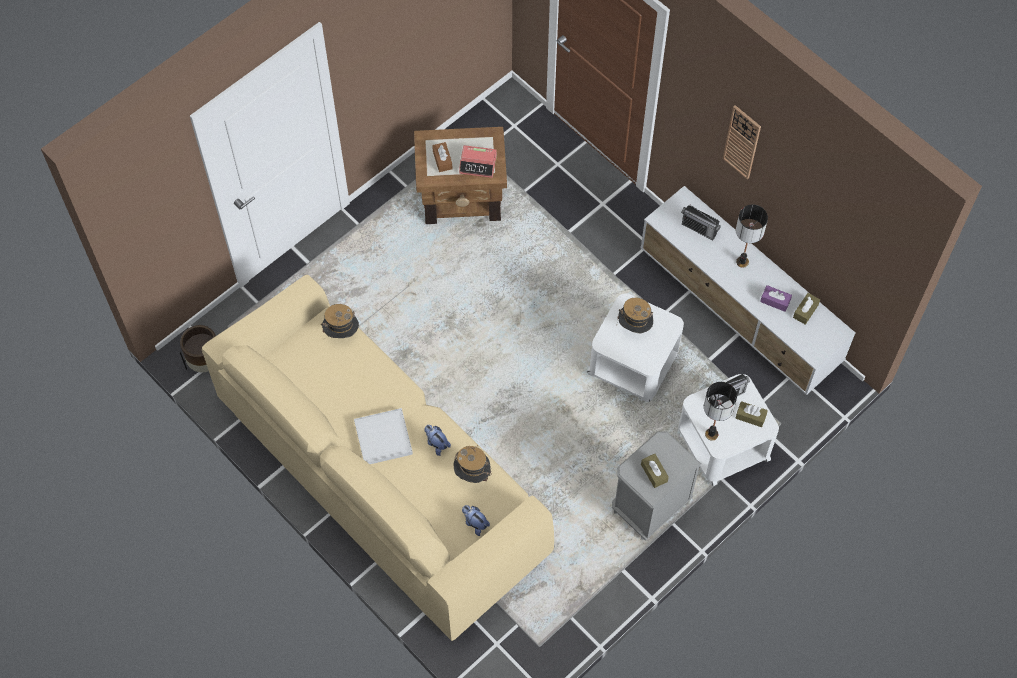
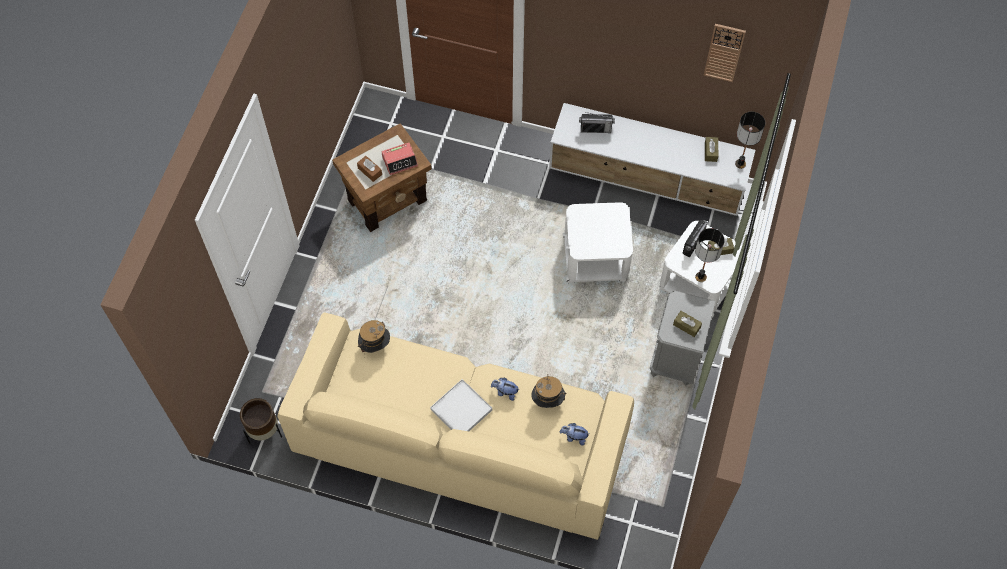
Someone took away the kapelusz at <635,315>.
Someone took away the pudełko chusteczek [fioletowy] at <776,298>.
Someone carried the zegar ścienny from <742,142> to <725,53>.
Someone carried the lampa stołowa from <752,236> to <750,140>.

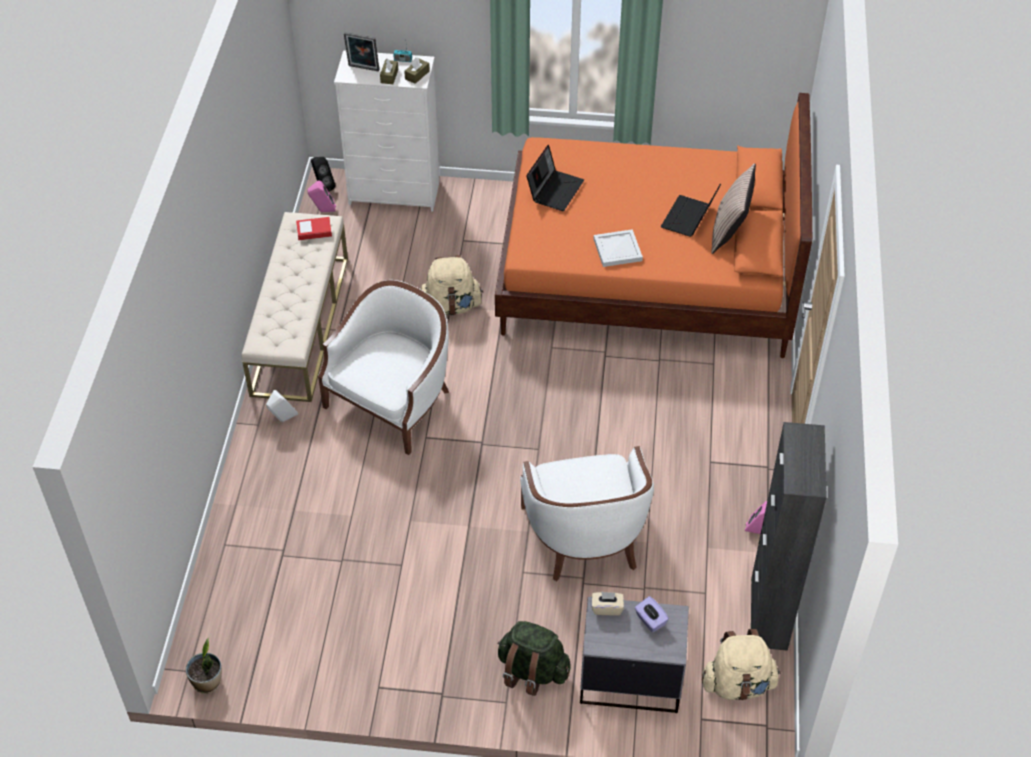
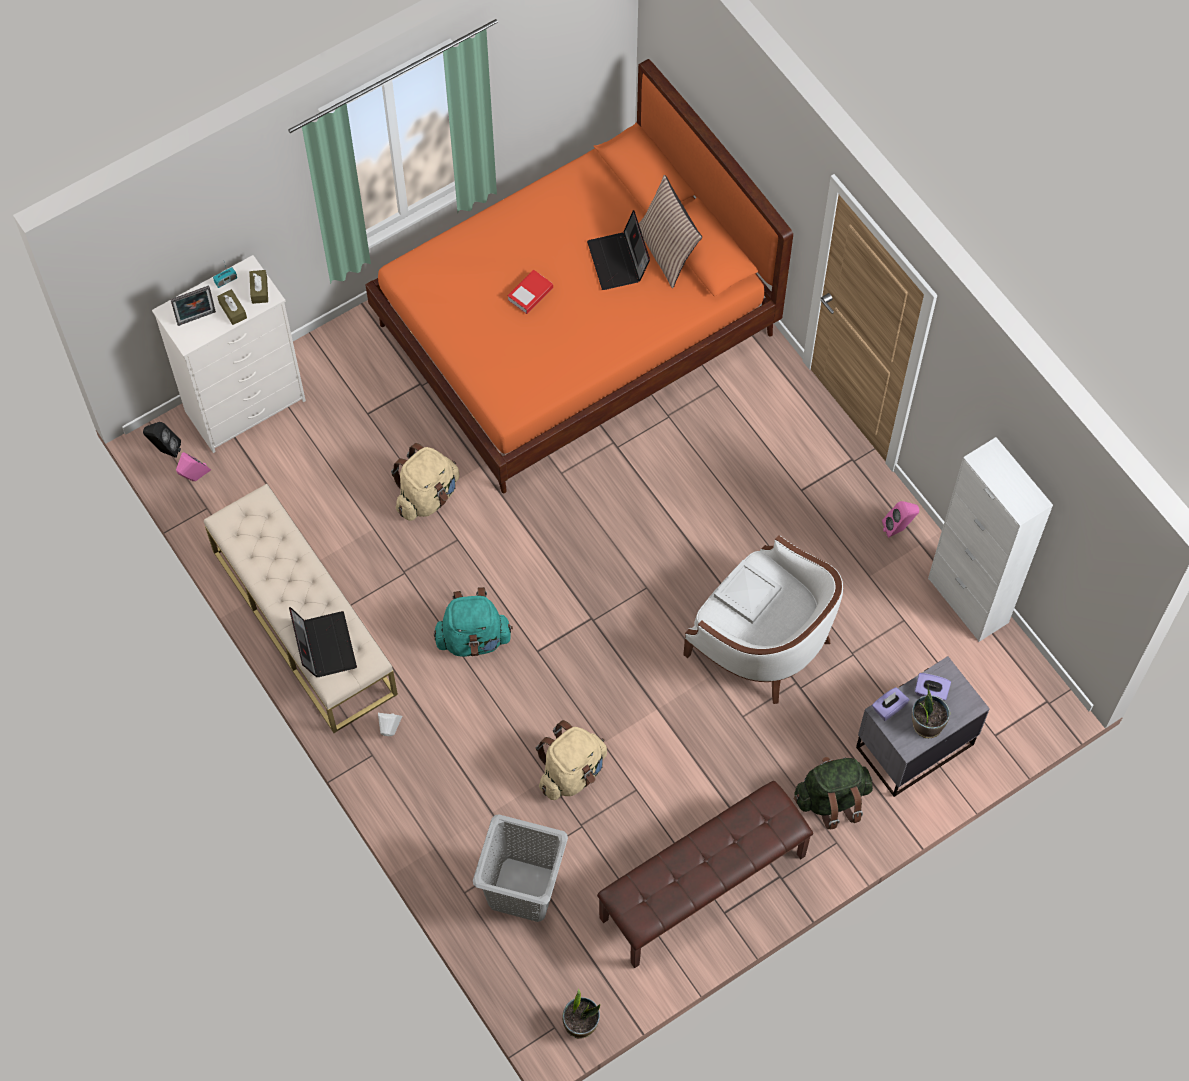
Someone put down the kosz na pranie [szary] at <520,868>.
Someone put down the ławka [brązowy] at <705,874>.
Someone put down the roślina doniczkowa at <931,711>.
Someone carried the książka from <314,228> to <530,292>.
Someone carried the laptop from <555,178> to <323,642>.
Someone carried the taca [biały] from <618,248> to <748,592>.
Someone carried the plecak [beżowy] from <741,664> to <571,760>.
Someone swapped the fotel [biały] at <383,367> for the plecak [turkusowy] at <473,622>.
Someone repainted the pudełko chusteczek [beżowy] at <608,603>, which became the pudełko chusteczek [fioletowy] at <890,704>.
Someone repainted the szafka [czarny] at <789,536>, which became the szafka [biały] at <990,539>.

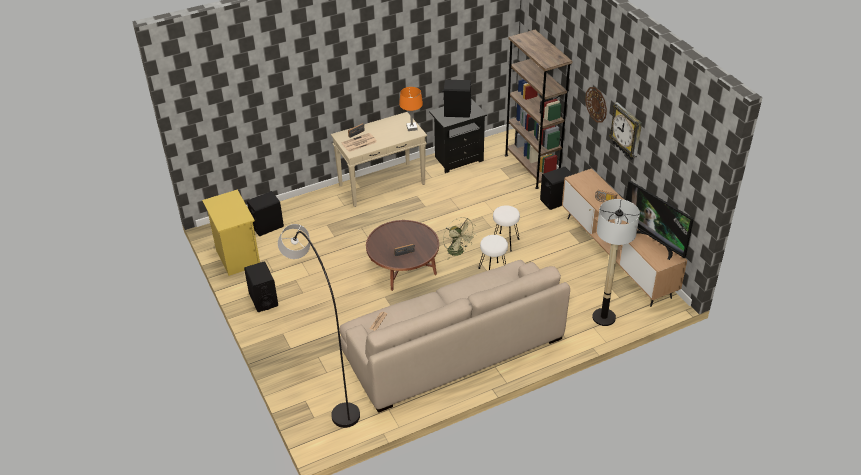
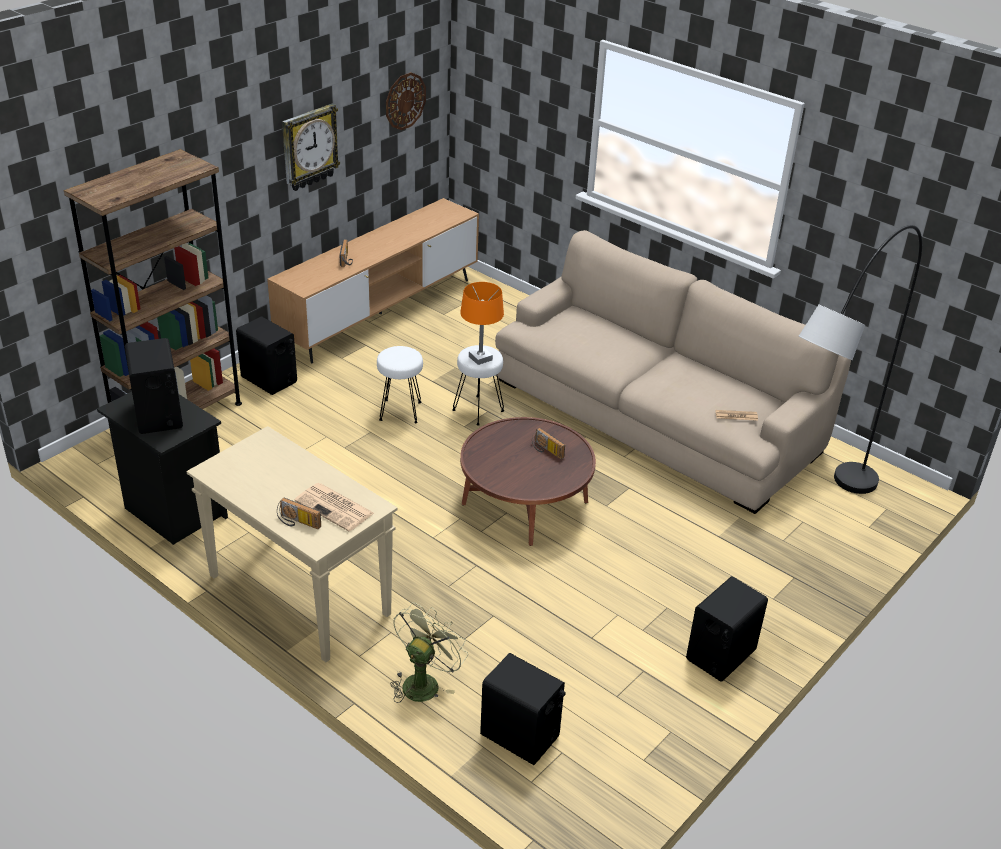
Someone took away the szafka nocna [żółty] at <231,233>.
Someone took away the lampa stojąca at <616,262>.
Someone took away the telewizor at <660,220>.
Someone carried the lampa stołowa [pomarańczowy] from <411,109> to <482,323>.
Someone carried the wentylator [zielony] from <459,238> to <429,653>.
Someone carried the zegar ścienny from <596,105> to <406,101>.

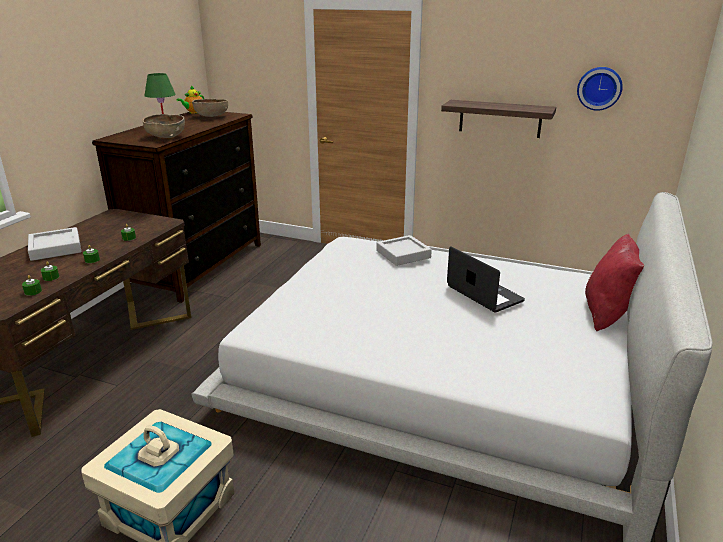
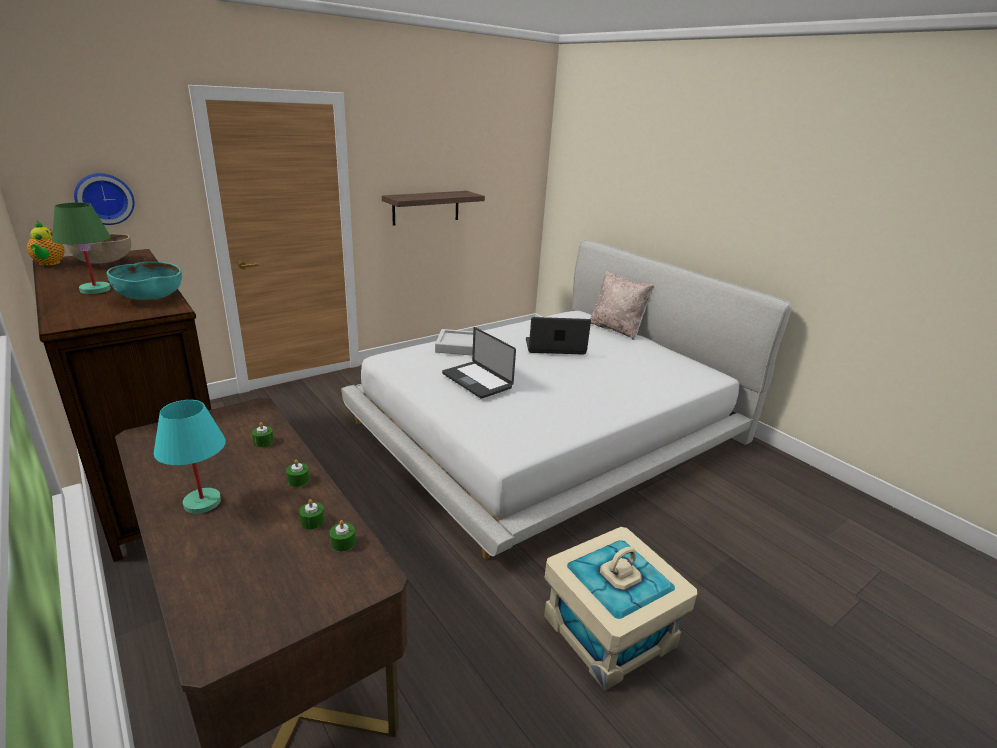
Someone put down the laptop at <479,362>.
Someone carried the zegar ścienny from <600,89> to <104,199>.
Someone swapped the taca [szary] at <54,244> for the lampa stołowa [turkusowy] at <190,457>.
Someone repainted the miska [brązowy] at <164,126>, which became the miska [turkusowy] at <144,281>.
Someone repainted the poduszka [czerwony] at <614,282>, which became the poduszka [beżowy] at <622,305>.

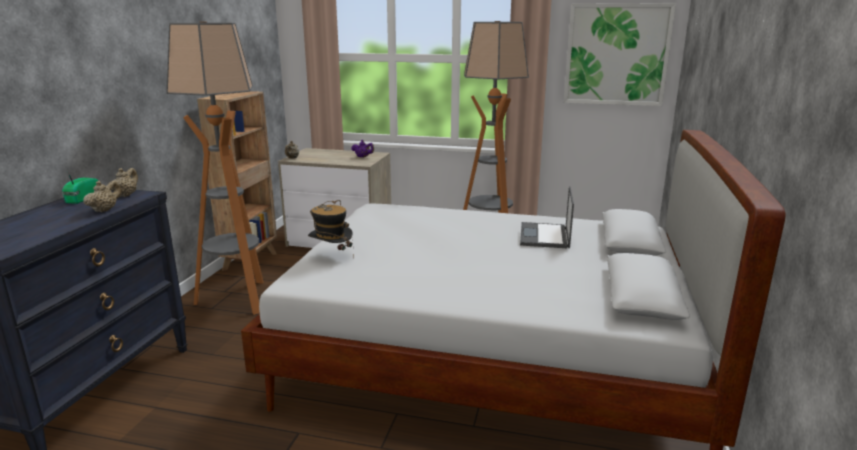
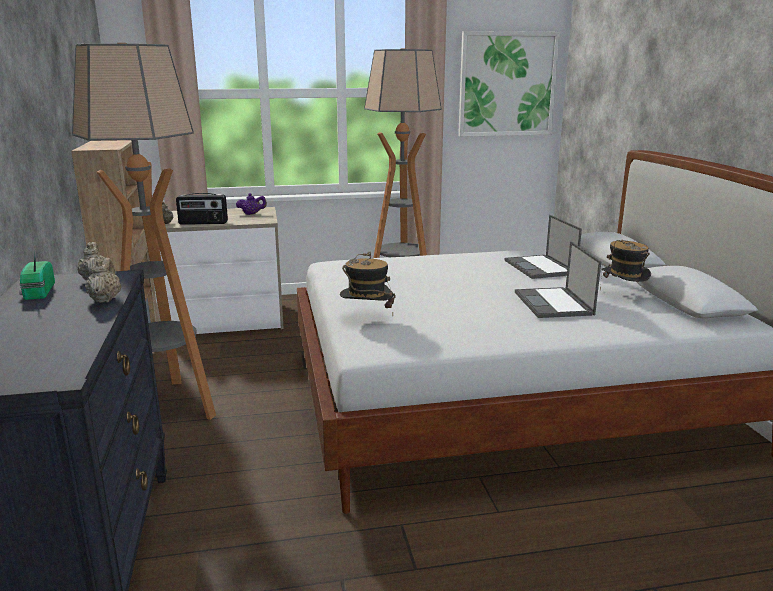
Someone put down the radio at <202,209>.
Someone put down the laptop at <558,279>.
Someone put down the kapelusz at <625,265>.

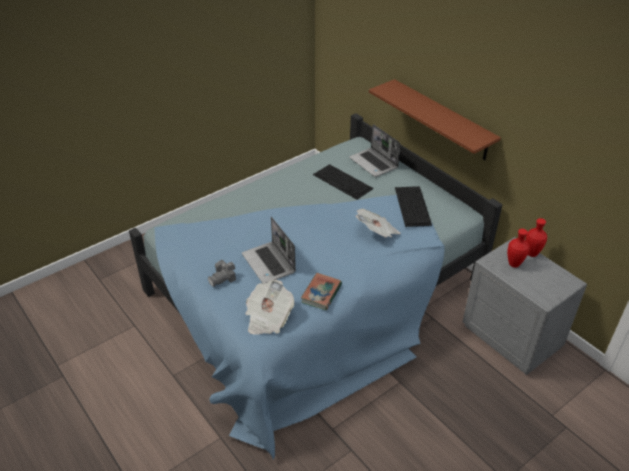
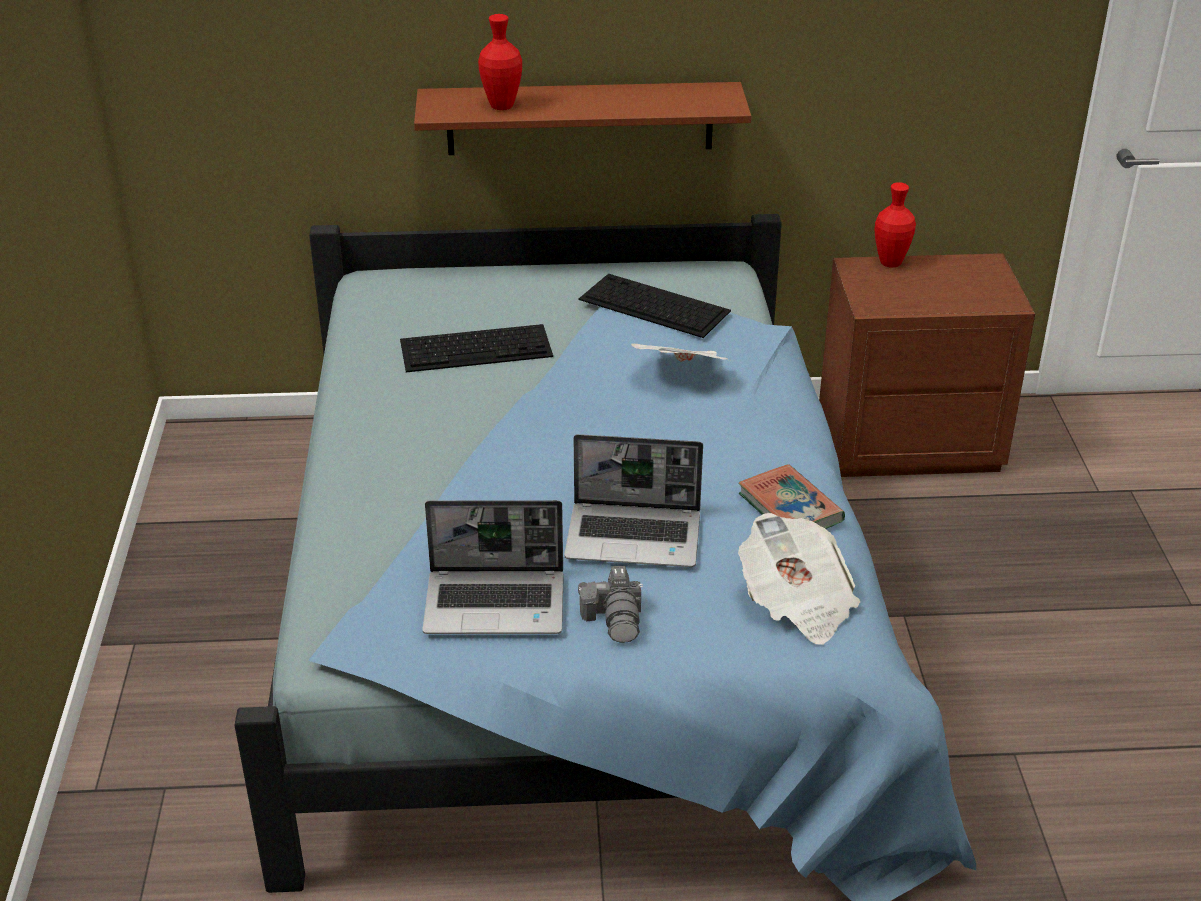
Someone carried the laptop from <374,150> to <493,567>.
Someone carried the wazon [czerwony] from <518,248> to <500,62>.
Someone repainted the szafka nocna [szary] at <524,306>, which became the szafka nocna [brązowy] at <927,365>.

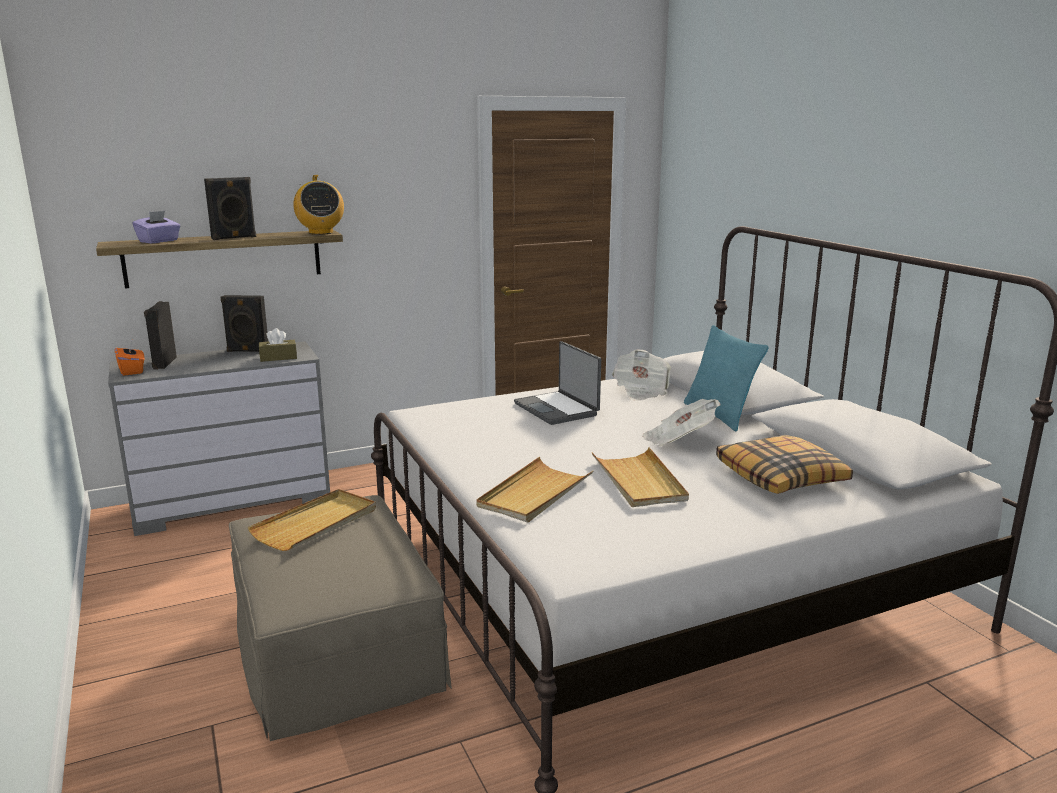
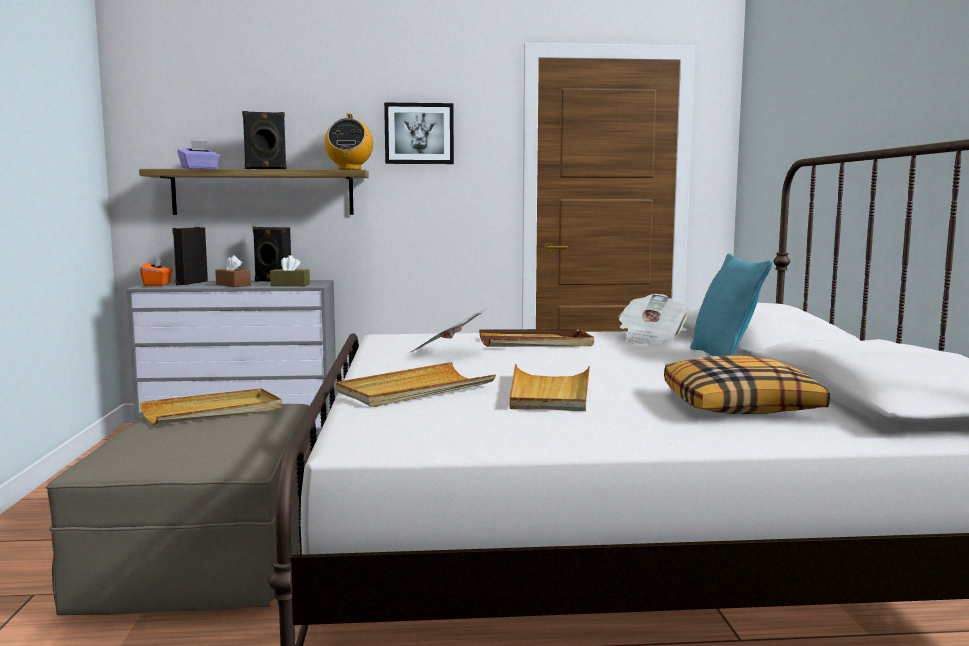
Someone put down the pudełko chusteczek [brązowy] at <233,271>.
Someone put up the obraz at <419,133>.
Someone carried the gazeta from <681,422> to <448,330>.
Someone swapped the laptop at <557,383> for the taca [brązowy] at <536,338>.

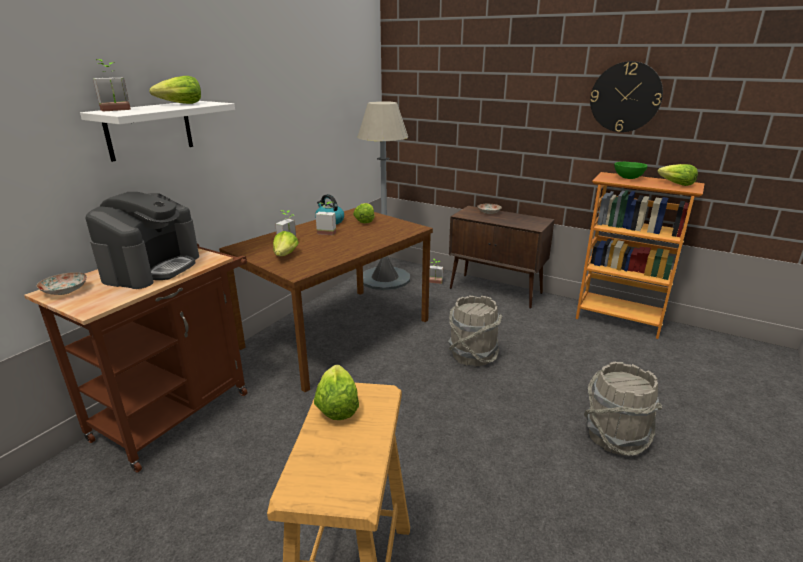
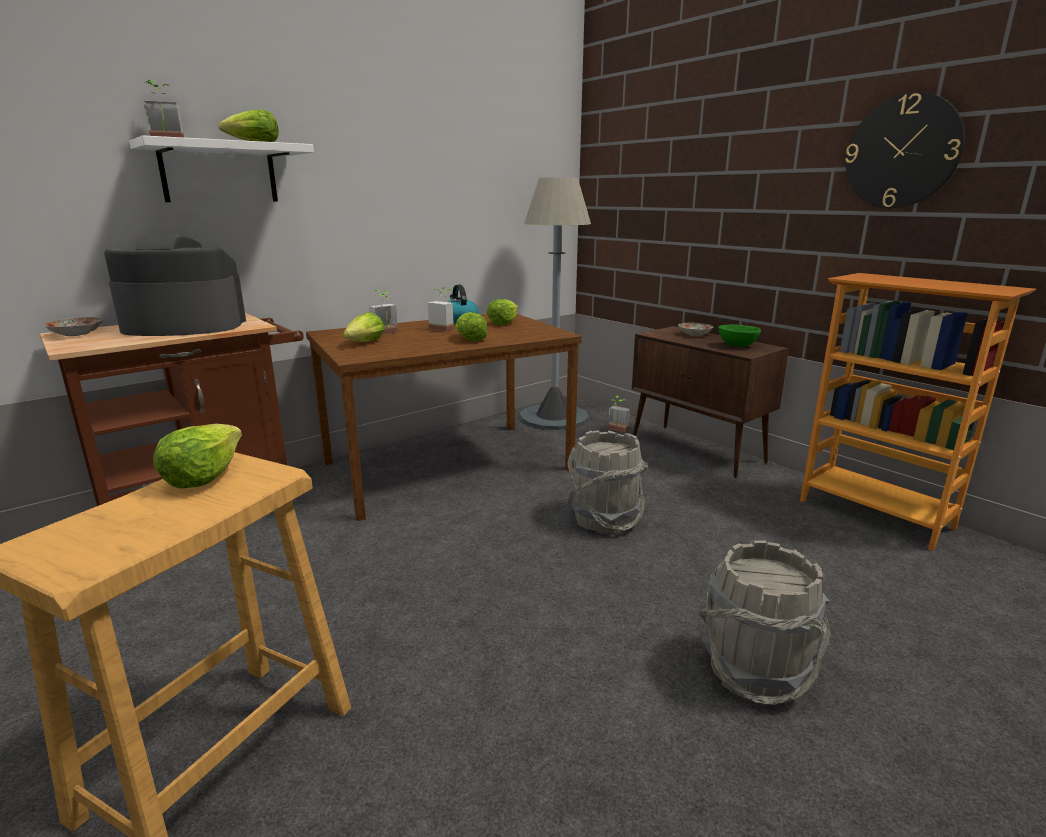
Someone carried the miska [zielony] from <630,170> to <739,336>.
Someone carried the sałata from <677,175> to <472,327>.
Someone rotated the ekspres do kawy at <142,240> by 135 degrees counterclockwise.

